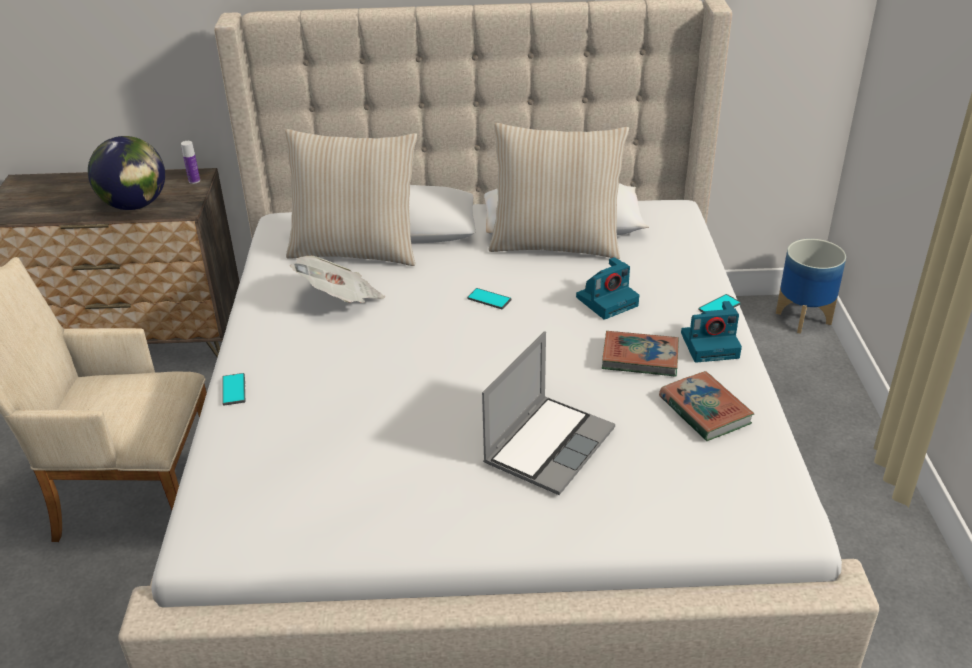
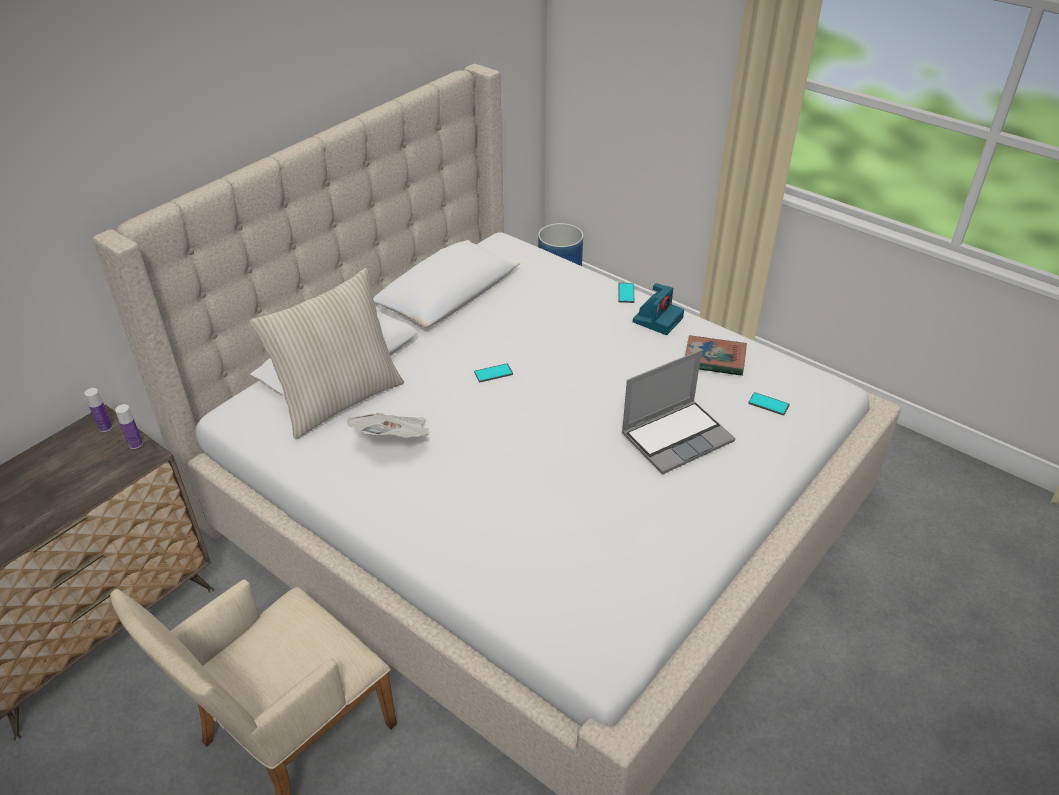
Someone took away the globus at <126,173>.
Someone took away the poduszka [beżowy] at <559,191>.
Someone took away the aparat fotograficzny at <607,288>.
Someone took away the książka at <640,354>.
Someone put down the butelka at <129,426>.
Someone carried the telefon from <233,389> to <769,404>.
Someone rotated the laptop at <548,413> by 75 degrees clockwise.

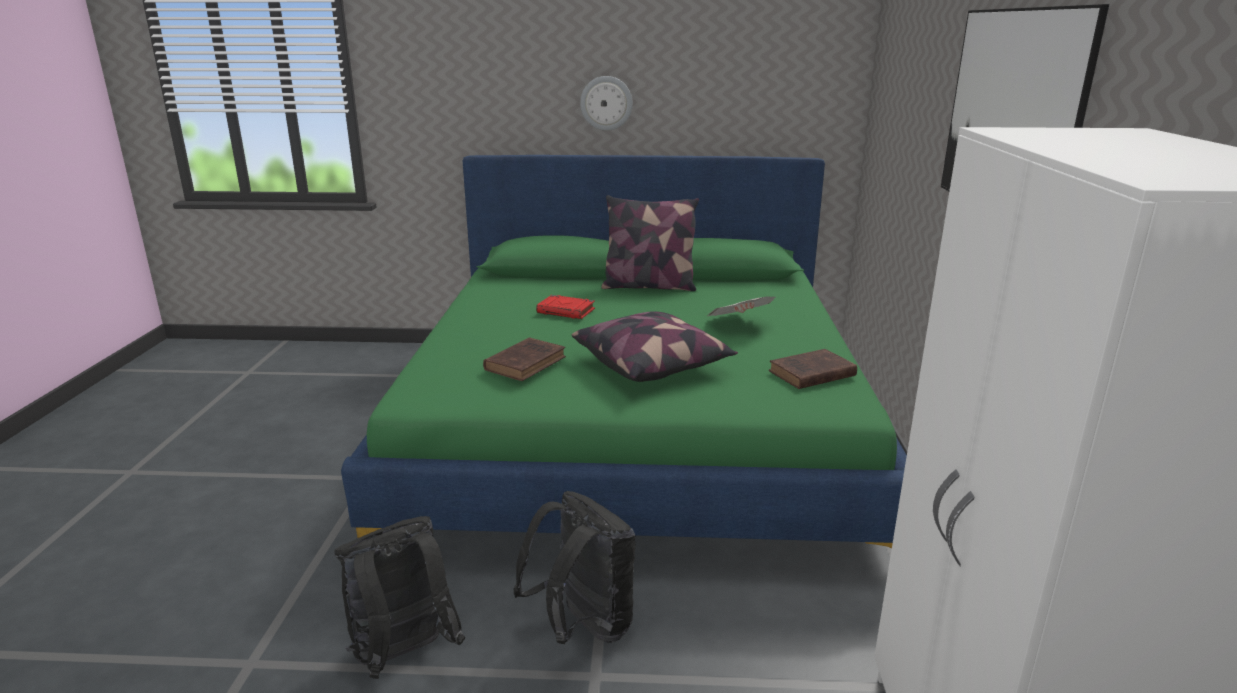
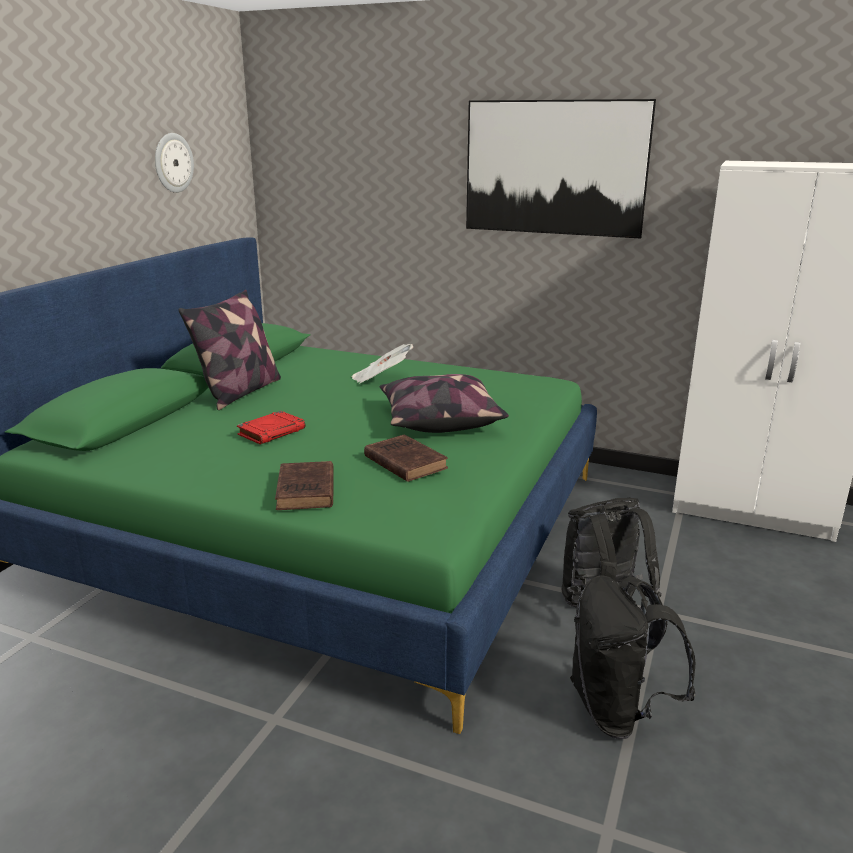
Someone carried the zegar ścienny from <606,103> to <174,163>.
Someone carried the książka [brązowy] from <813,369> to <304,485>.

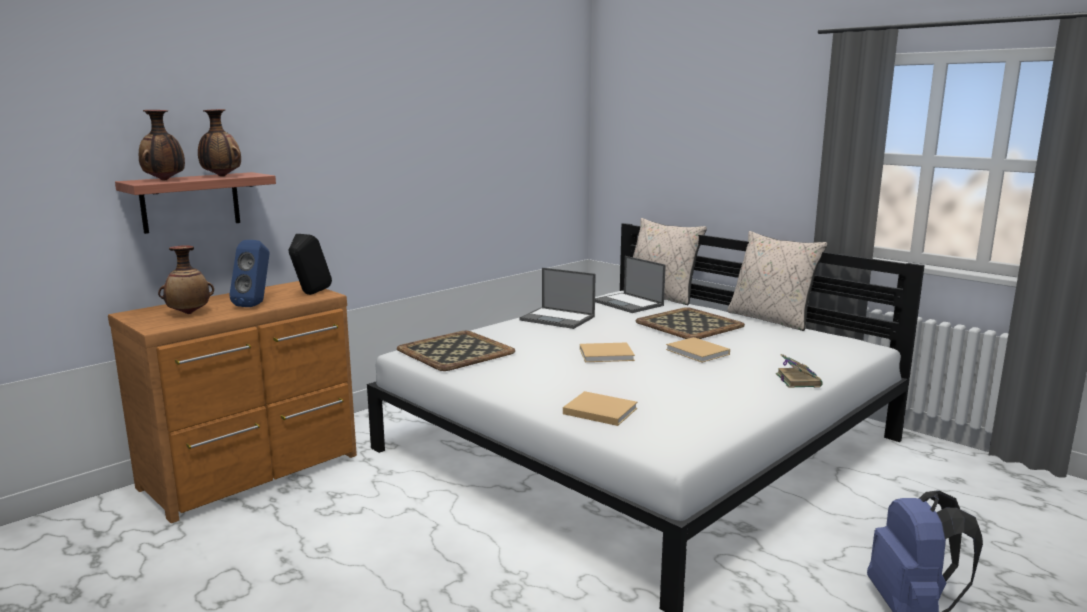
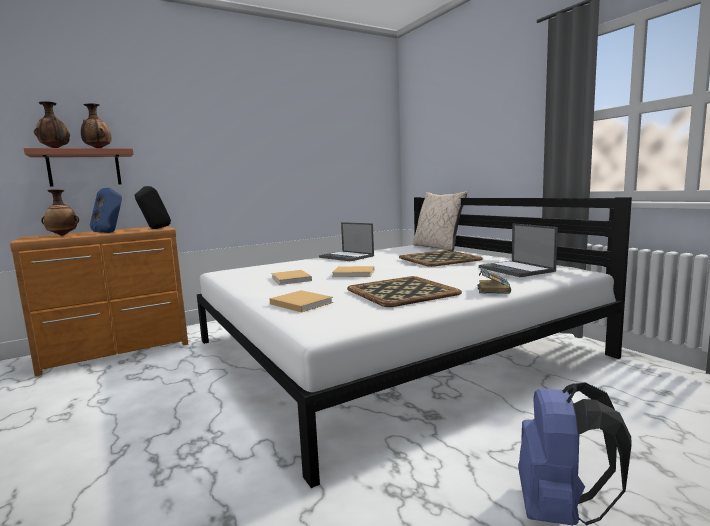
Someone took away the poduszka [beżowy] at <777,281>.
Someone carried the taca from <456,351> to <404,291>.
Someone carried the laptop from <630,284> to <518,250>.
Someone carried the książka [beżowy] from <698,350> to <291,277>.

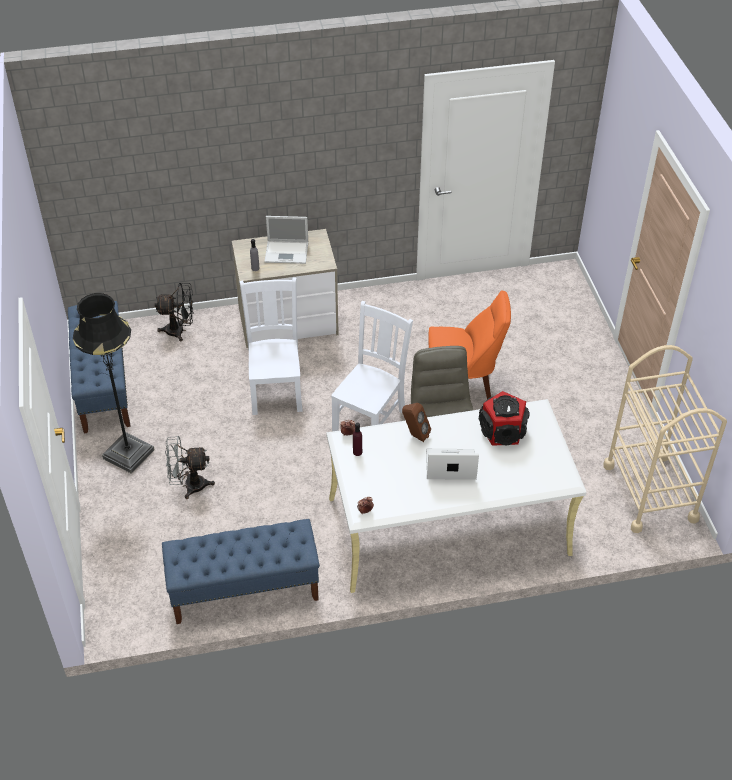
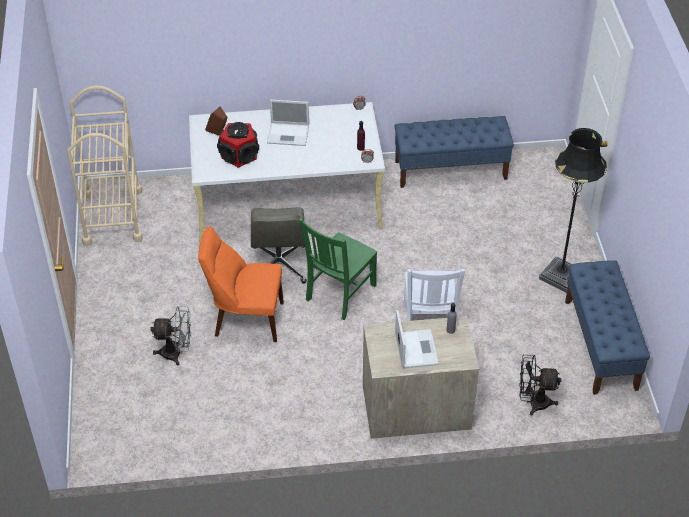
Someone carried the wentylator [szary] from <190,467> to <170,336>.
Someone carried the głośnik [brązowy] from <416,422> to <216,121>.
Someone repainted the krzesło [biały] at <372,366>, which became the krzesło [zielony] at <338,269>.
Someone rotated the laptop at <286,240> by 75 degrees clockwise.

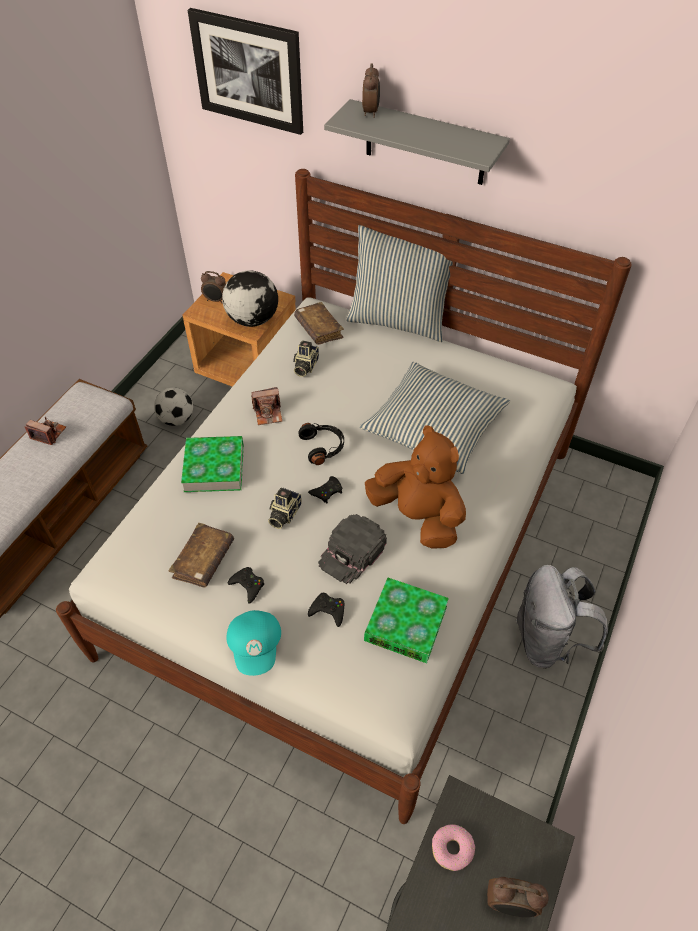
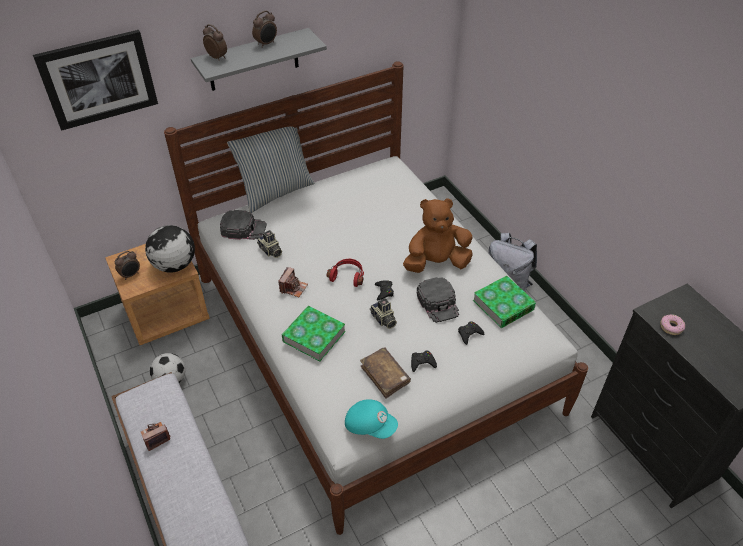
Someone took away the poduszka at <435,418>.
Someone carried the czapka z daszkiem [turkusowy] from <253,643> to <371,419>.
Someone carried the budzik from <518,897> to <264,29>.
Someone swapped the książka [brązowy] at <319,323> for the czapka z daszkiem [czarny] at <243,225>.
Someone repainted the słuchawki [czarny] at <321,444>, which became the słuchawki [czerwony] at <345,273>.

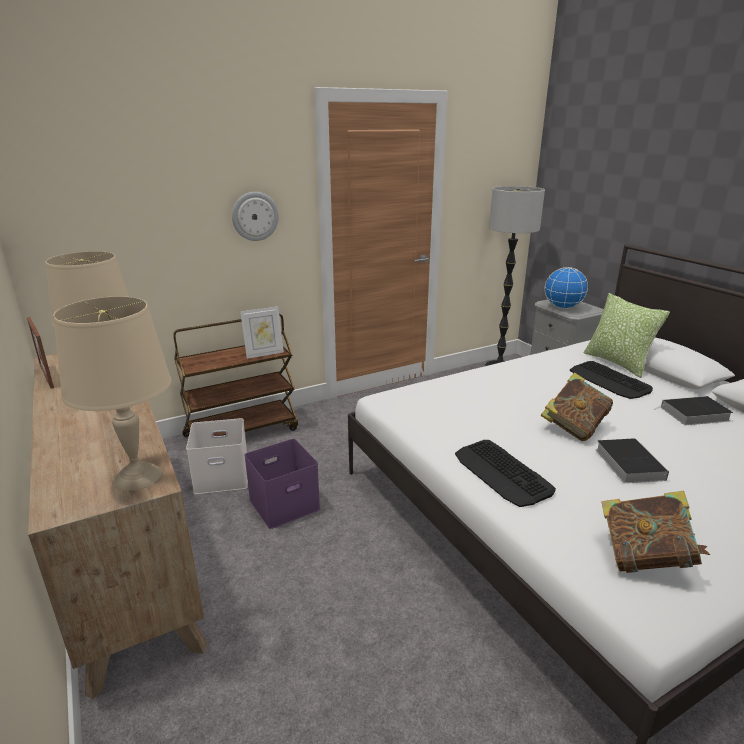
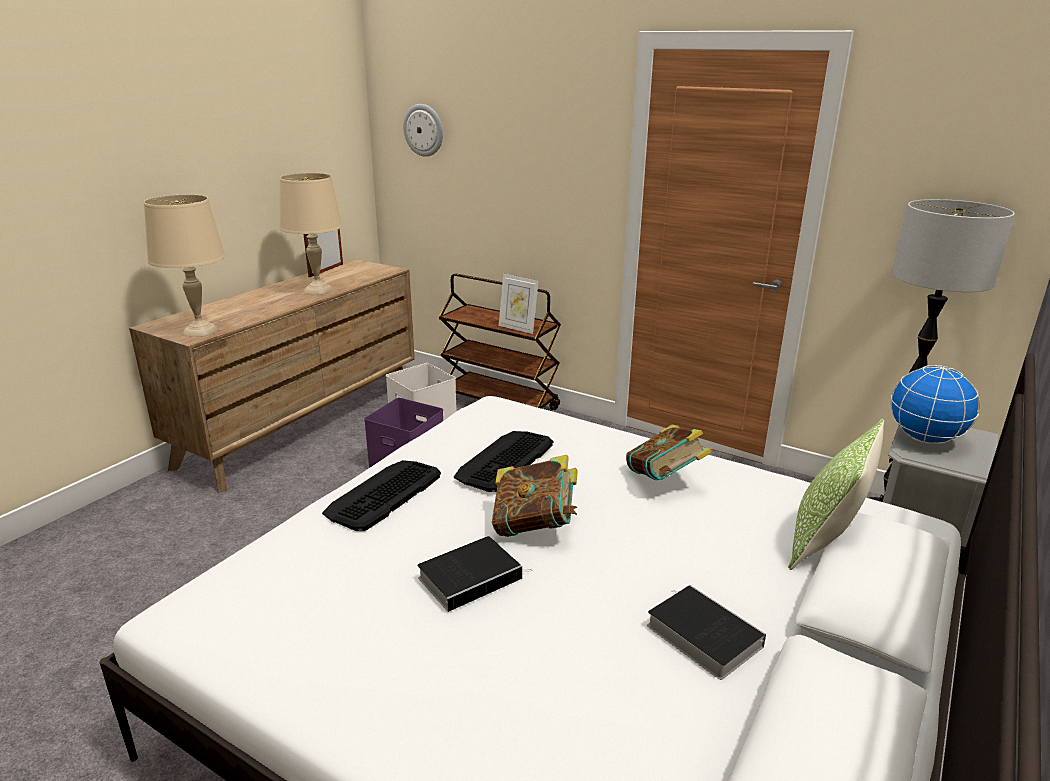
Someone carried the zegar ścienny from <255,216> to <423,130>.
Someone carried the klawiatura from <611,380> to <504,461>.
Someone carried the książka from <656,532> to <669,452>.

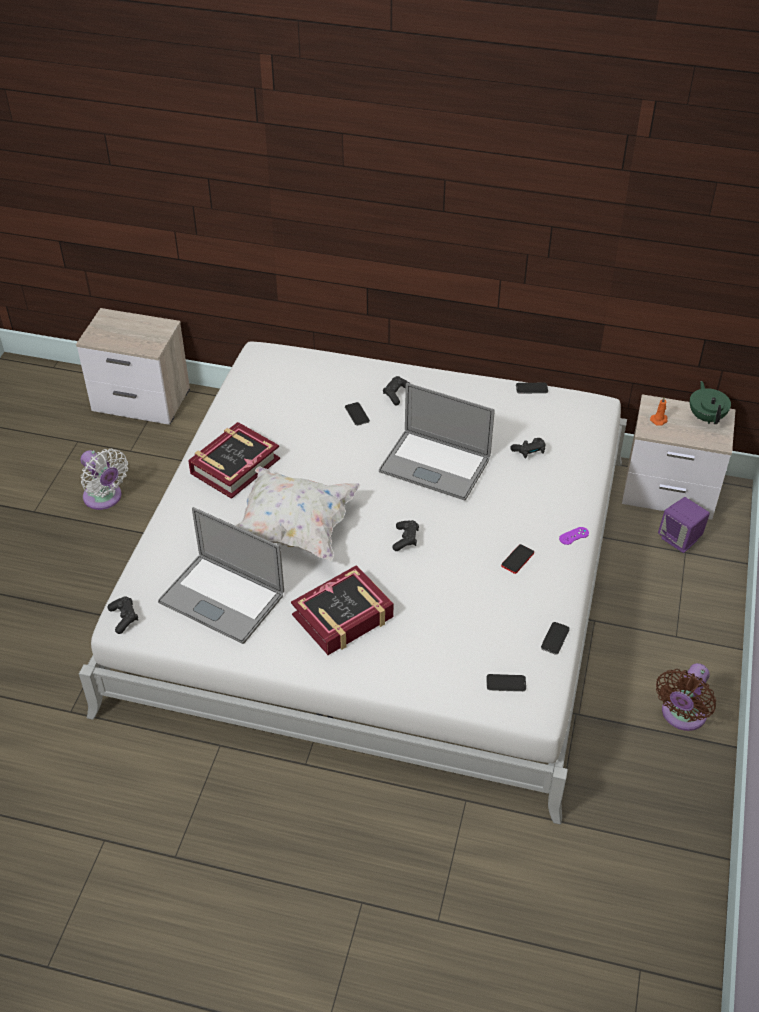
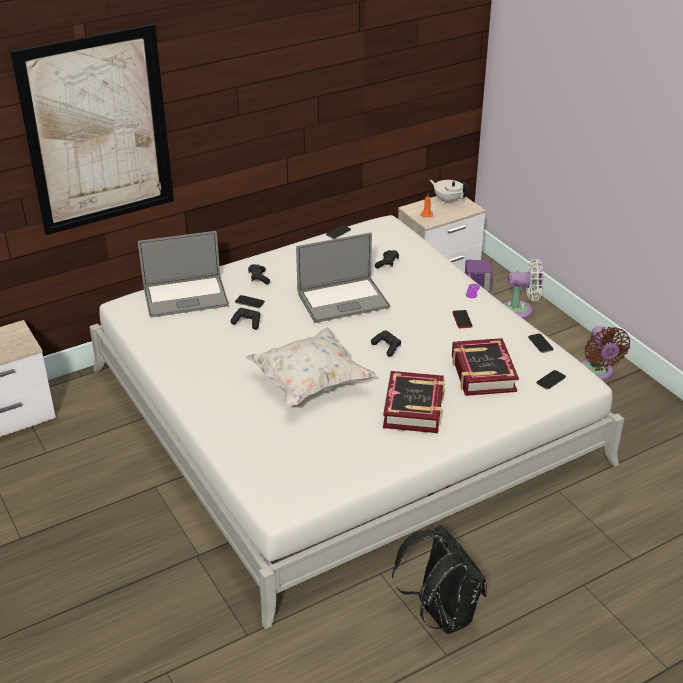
Someone put up the obraz at <92,129>.
Someone put down the plecak [czarny] at <439,579>.
Someone carried the wentylator [biały] from <104,479> to <523,289>.
Someone carried the pad do gier [czarny] from <122,615> to <245,319>.
Someone carried the laptop from <221,575> to <183,274>.
Someone carried the książka from <234,460> to <485,367>.
Someone repainted the imbryk [zielony] at <710,402>, which became the imbryk [biały] at <449,192>.

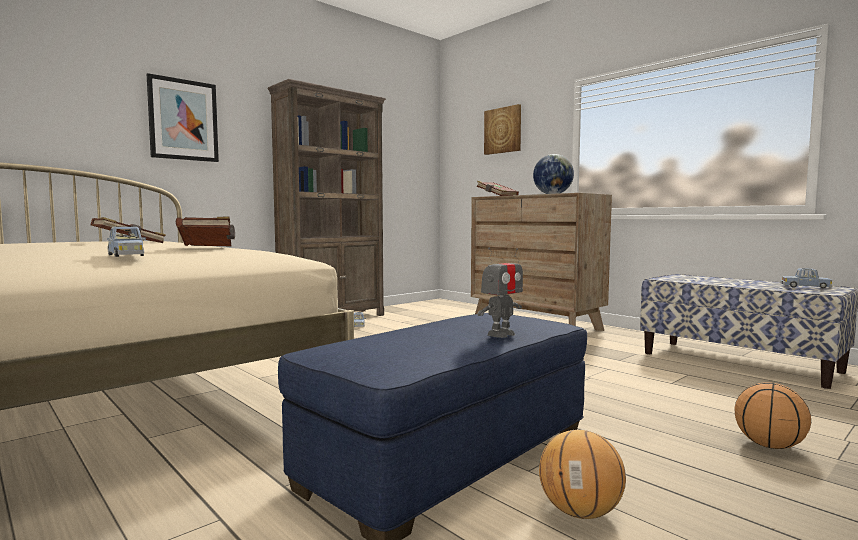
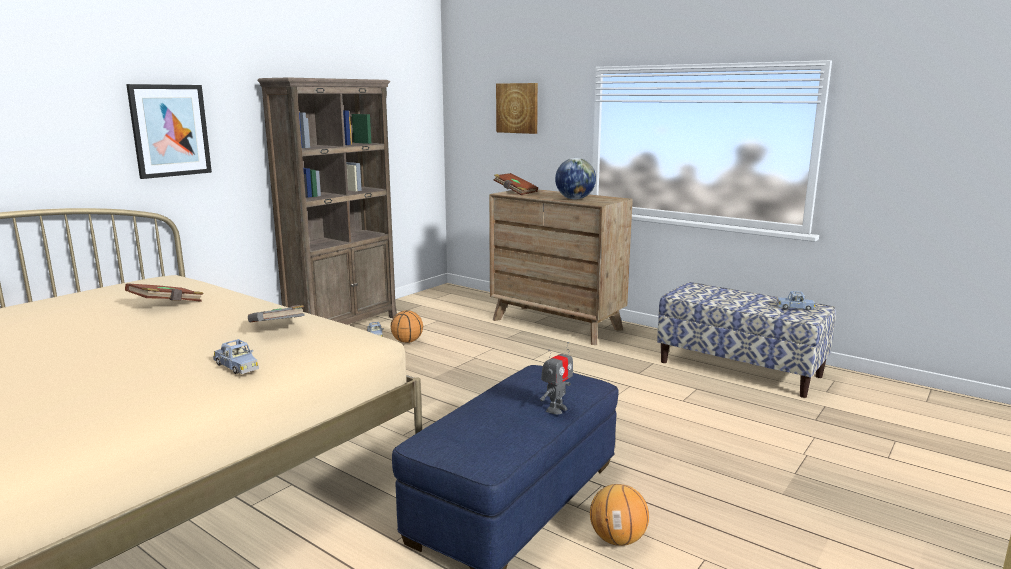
Someone carried the piłka do koszykówki from <772,415> to <407,326>.
Someone repainted the książka [brązowy] at <205,231>, which became the książka [szary] at <276,313>.

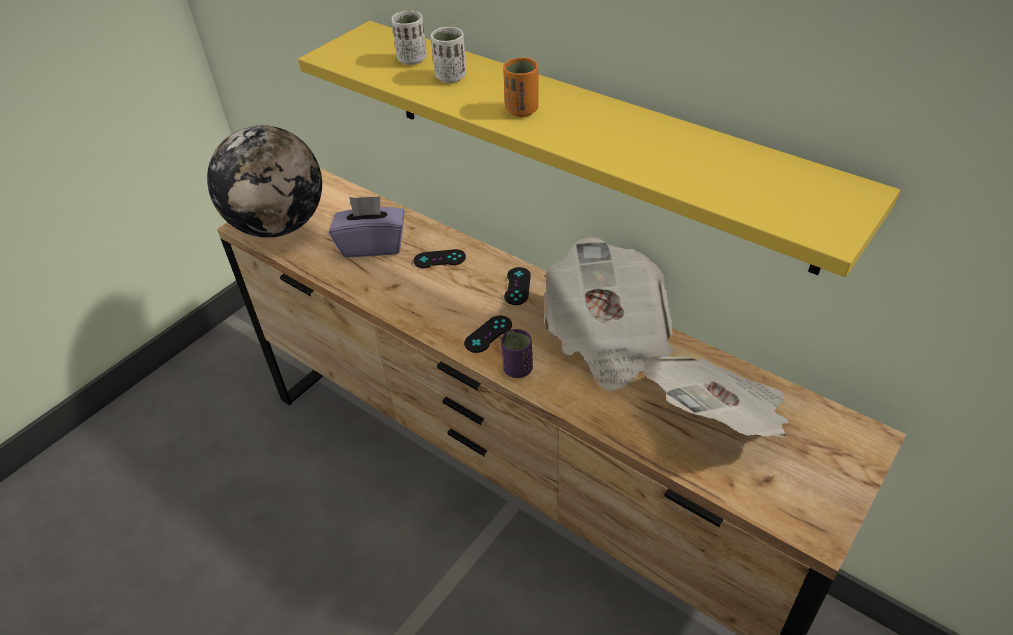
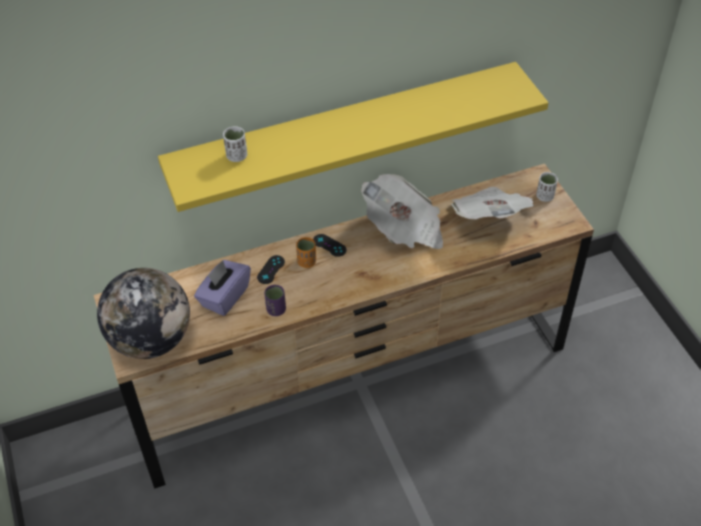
Someone took away the pad do gier [czarny] at <488,334>.
Someone carried the filiżanka [biały] from <448,55> to <547,187>.
Someone carried the filiżanka [fioletowy] from <517,353> to <275,300>.
Someone carried the filiżanka [pomarańczowy] from <521,87> to <306,252>.

